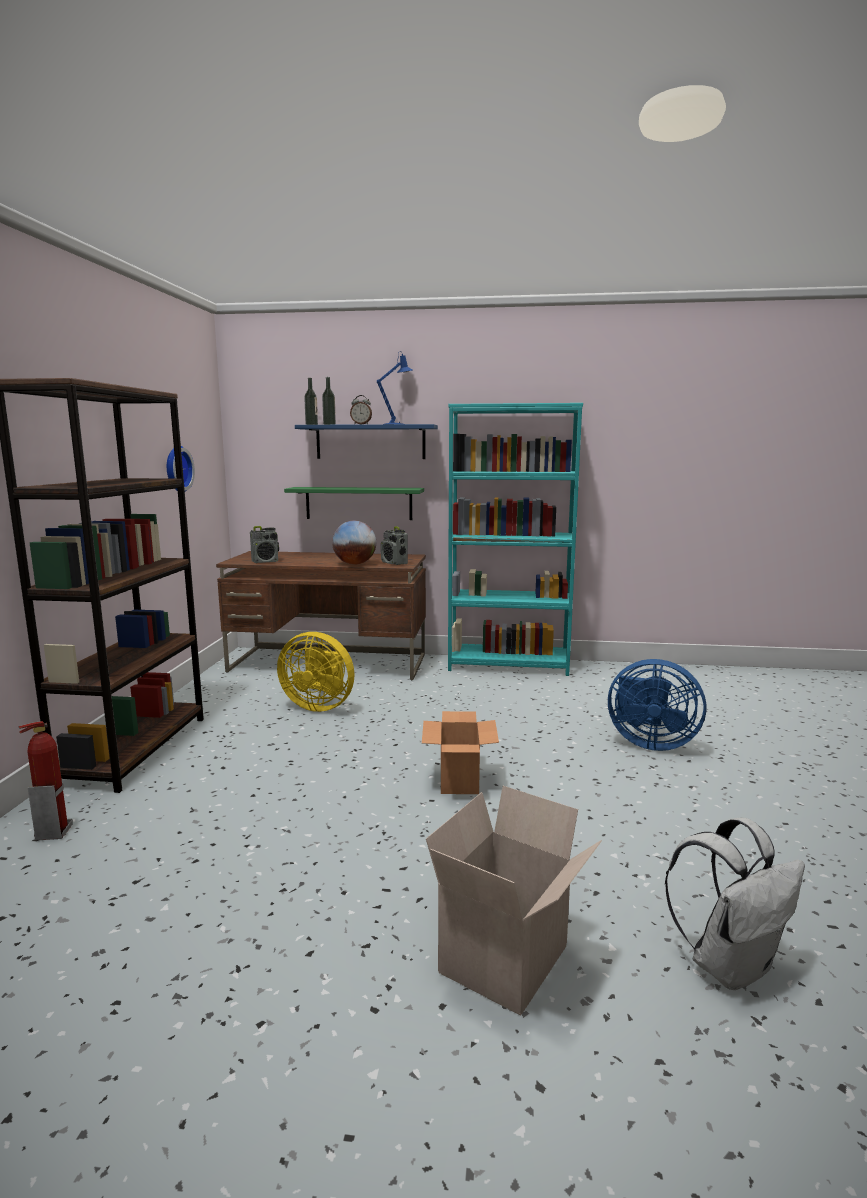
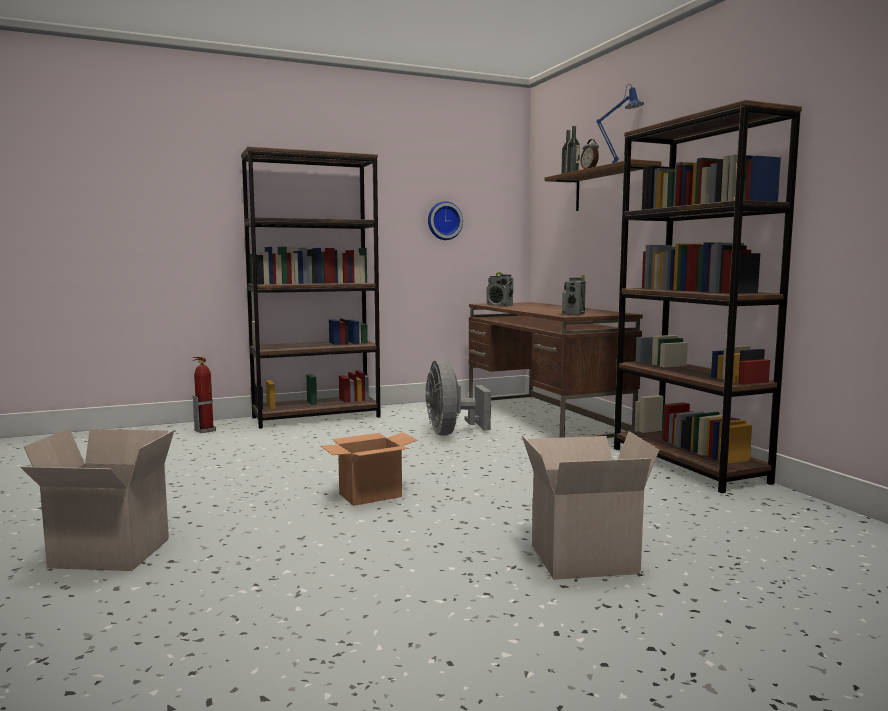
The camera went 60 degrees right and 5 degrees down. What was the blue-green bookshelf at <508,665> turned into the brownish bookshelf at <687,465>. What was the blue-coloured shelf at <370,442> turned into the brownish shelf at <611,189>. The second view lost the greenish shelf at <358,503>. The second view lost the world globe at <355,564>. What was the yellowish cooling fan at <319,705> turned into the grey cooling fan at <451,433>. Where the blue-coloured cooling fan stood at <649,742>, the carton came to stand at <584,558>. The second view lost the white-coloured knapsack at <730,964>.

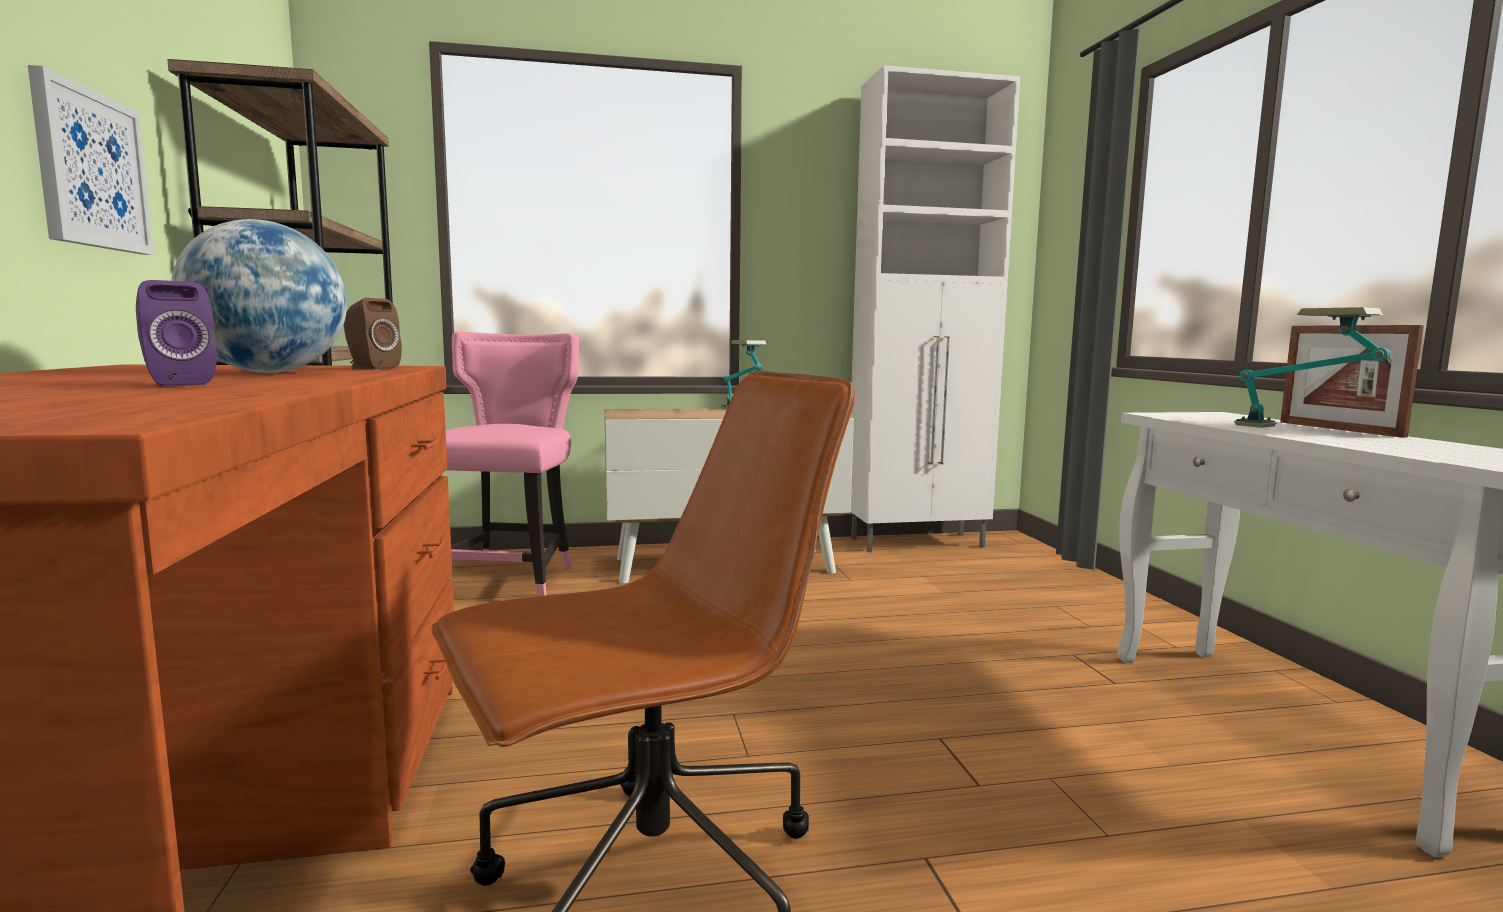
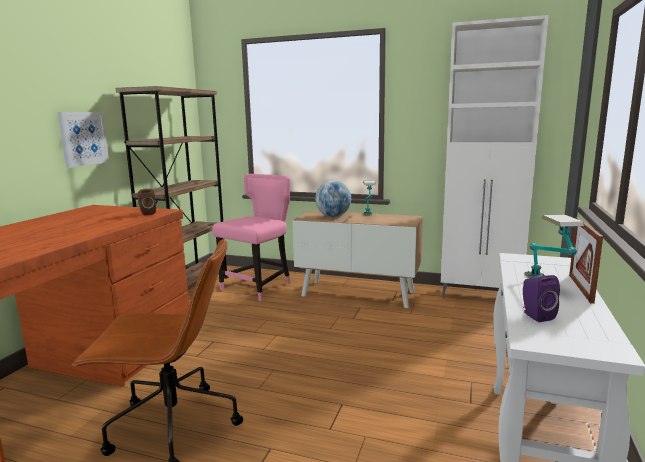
The camera went 30 degrees right and 5 degrees up. The world globe ended up elsewhere, having gone from <269,372> to <333,216>. The purple-coloured loudspeaker ended up elsewhere, having gone from <177,384> to <535,315>.

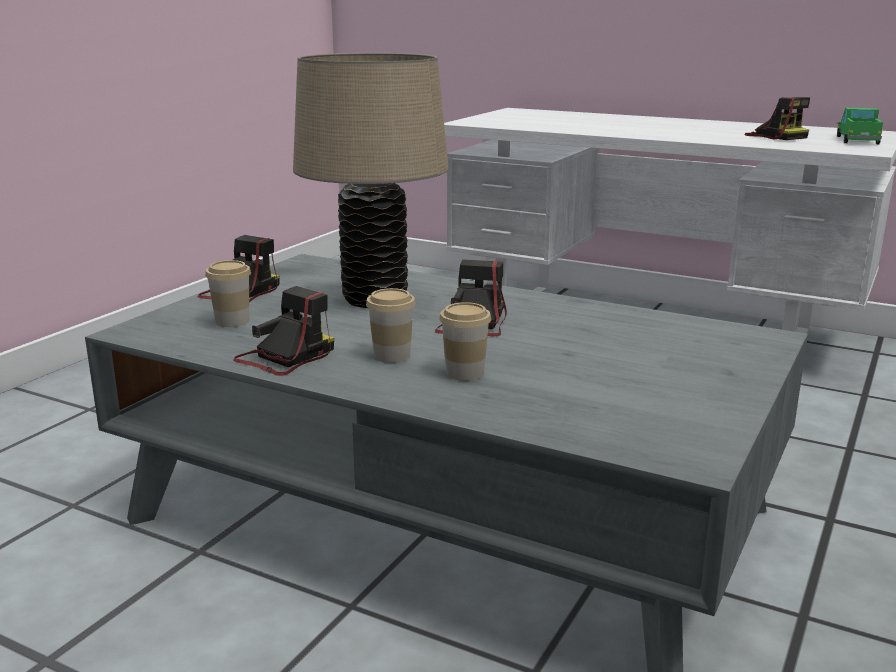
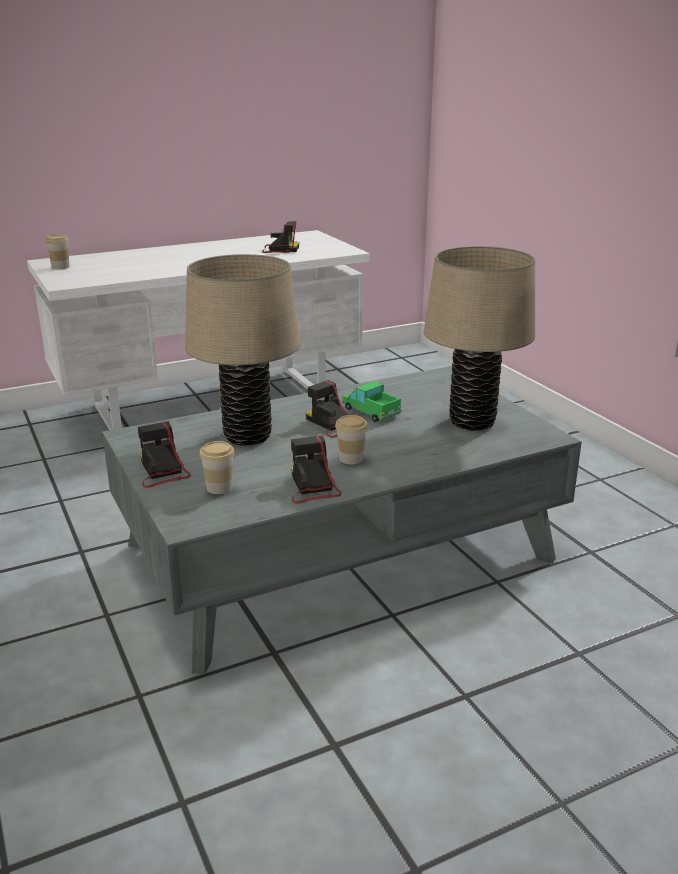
The camera went 55 degrees left and 5 degrees up. The model truck ended up elsewhere, having gone from <857,140> to <371,411>. The small cup ended up elsewhere, having gone from <464,373> to <60,267>. The second view gained the beige-coloured lamp for a table at <472,422>.

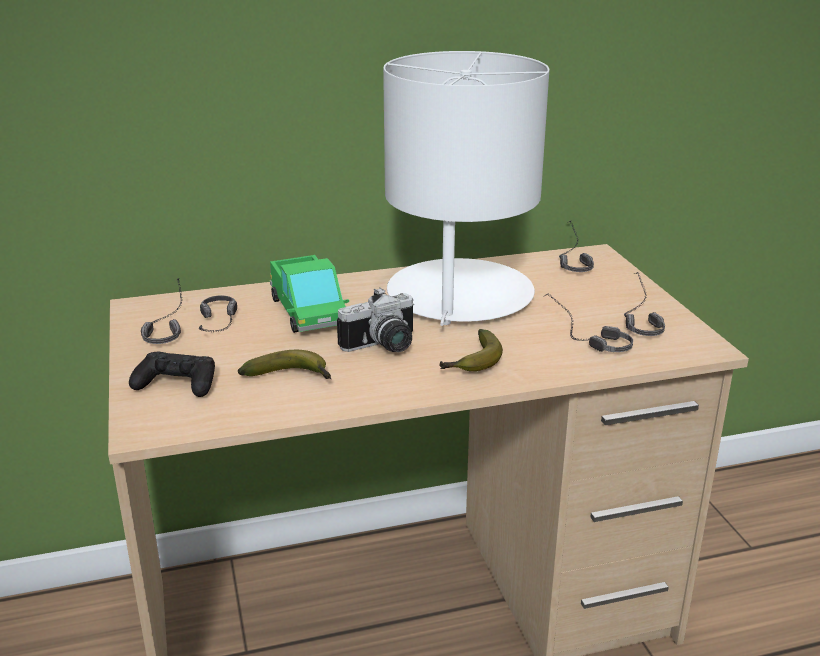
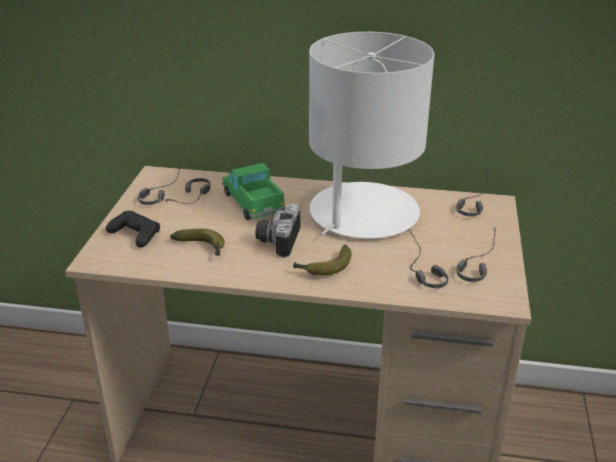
The camera went 25 degrees right and 5 degrees up. The model truck at <309,311> ended up facing another way, 150 degrees clockwise from before. The photo camera at <383,347> ended up facing another way, 105 degrees clockwise from before.

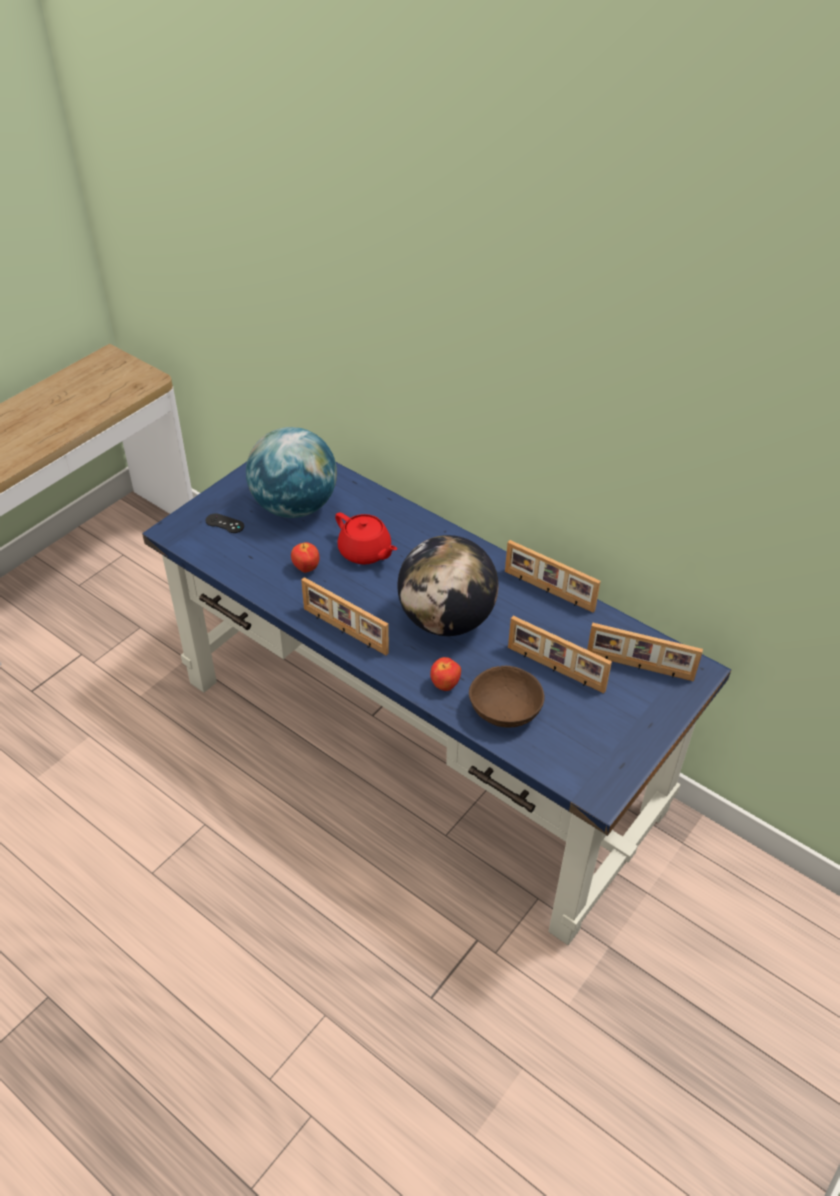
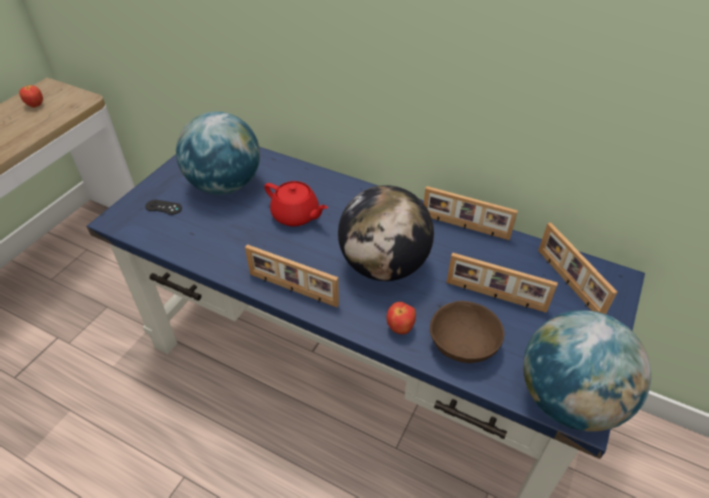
The camera went 10 degrees left and 0 degrees up. The apple ended up elsewhere, having gone from <305,568> to <35,105>. The photo frame at <639,667> ended up facing another way, 60 degrees clockwise from before. The second view gained the world globe at <568,400>.

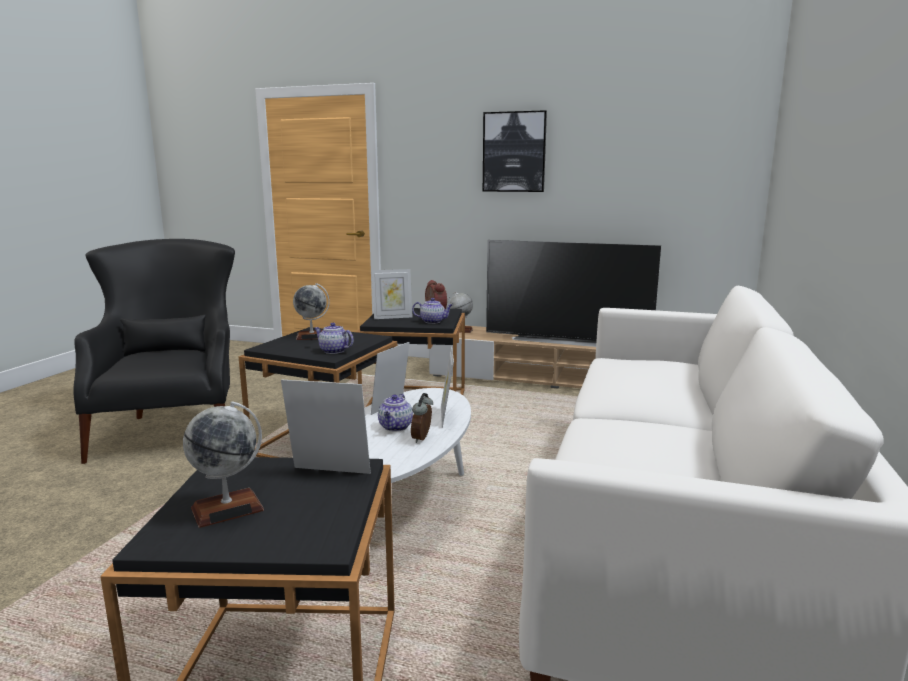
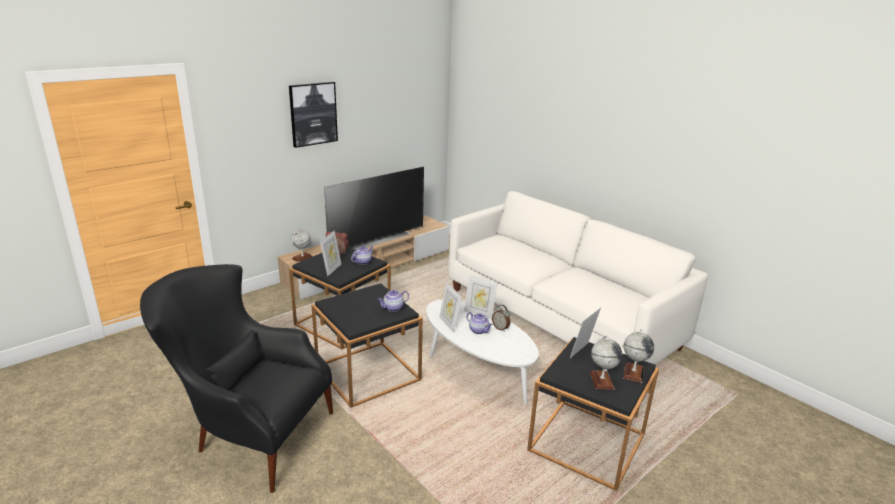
The camera went 60 degrees left and 10 degrees up. The world globe ended up elsewhere, having gone from <312,336> to <633,373>.

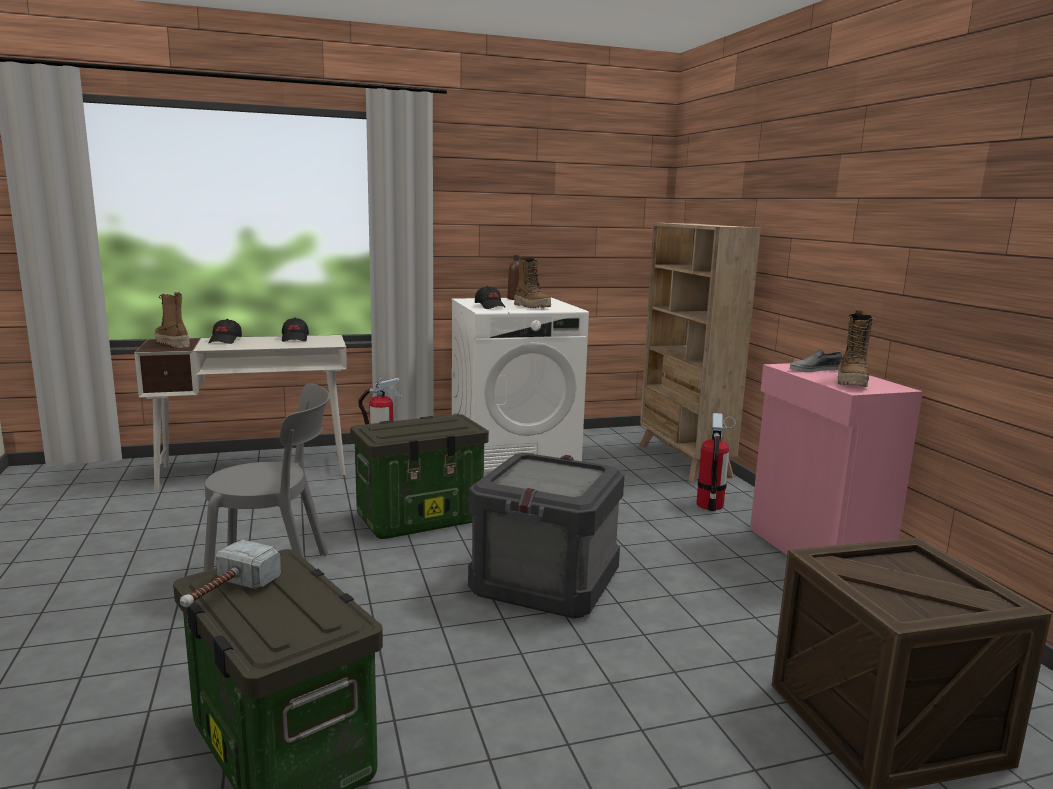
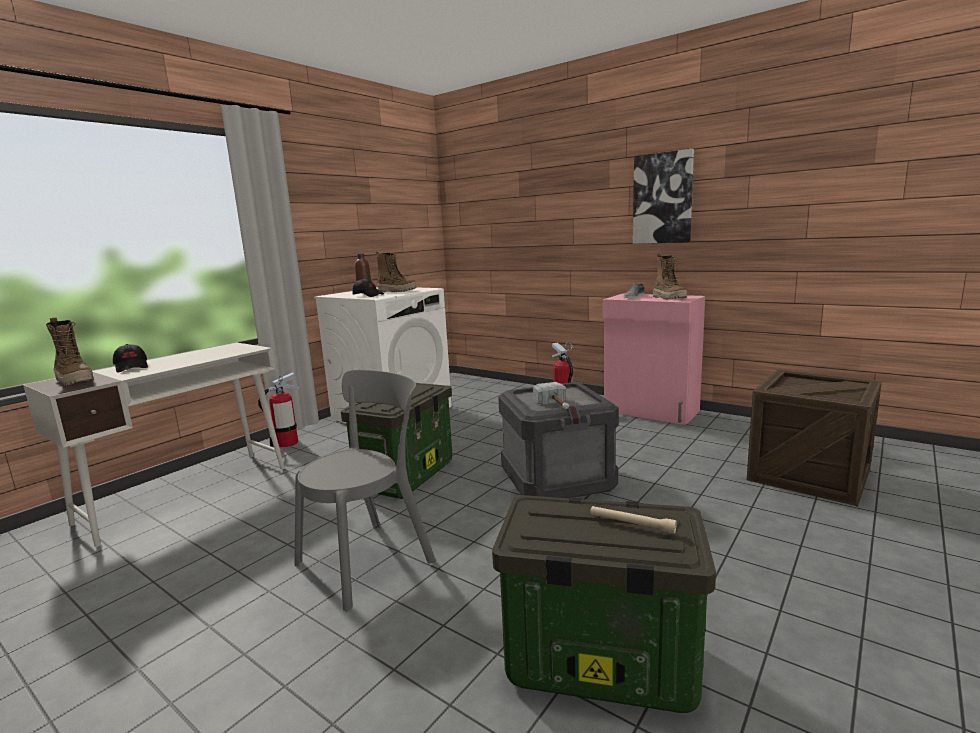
The camera went 35 degrees left and 0 degrees up. The second view lost the beige-coloured bookshelf at <683,461>. The high-top boot at <172,344> ended up facing another way, 150 degrees counterclockwise from before. The second view lost the black peaked cap at <295,339>. The hammer ended up elsewhere, having gone from <226,593> to <555,406>. The second view gained the wall picture at <662,198>. The second view gained the beige-coloured flashlight at <631,524>.

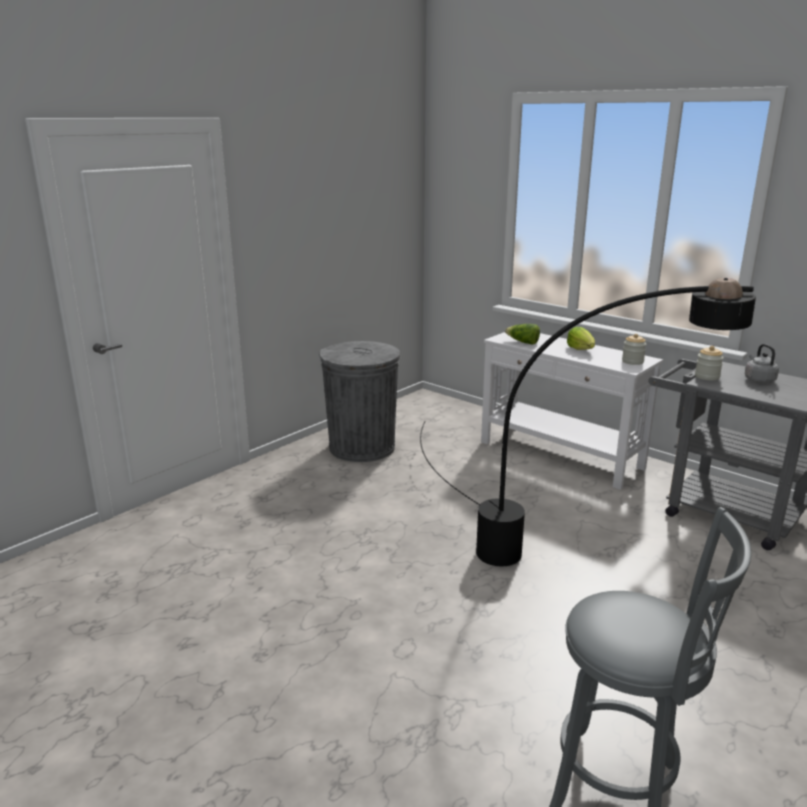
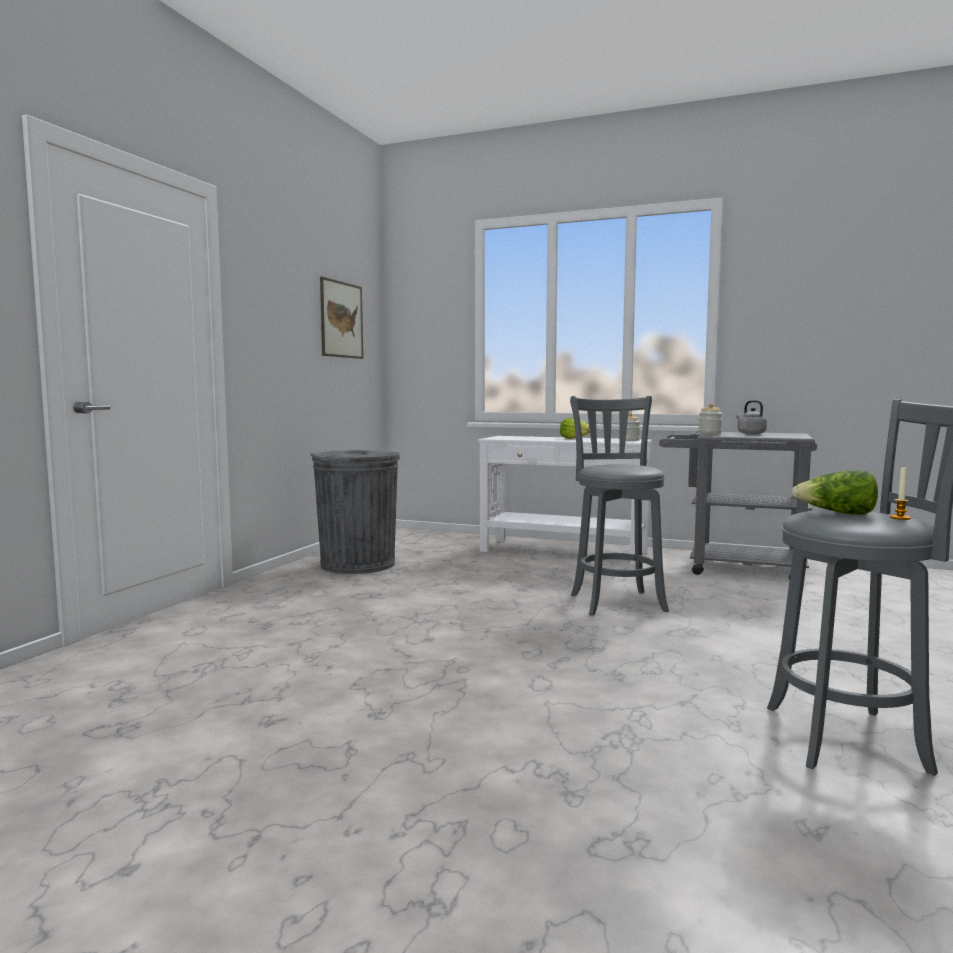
The camera went 20 degrees left and 15 degrees down. Where the black floor lamp stood at <554,545>, the grey stool came to stand at <616,601>. The lettuce ended up elsewhere, having gone from <523,342> to <837,513>. The second view gained the wall picture at <341,319>. The second view gained the wax light at <900,518>.

